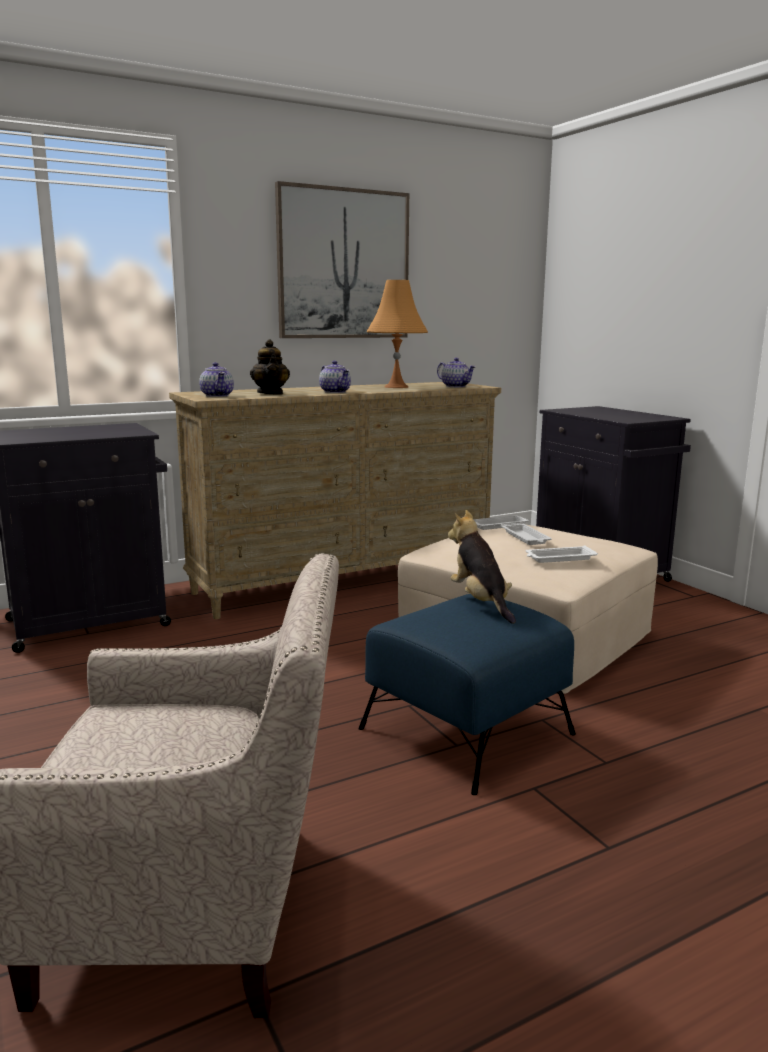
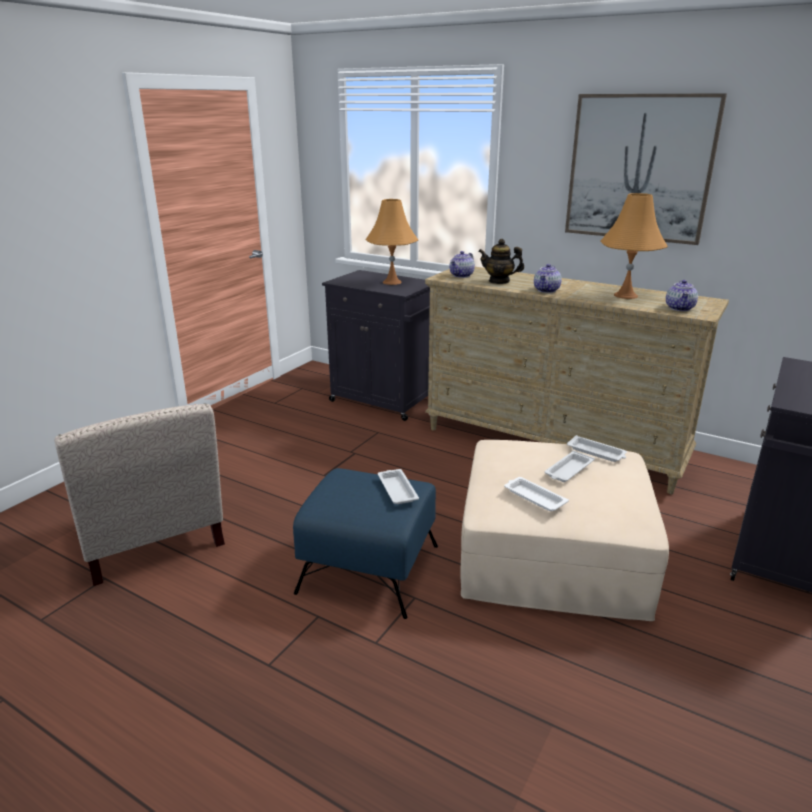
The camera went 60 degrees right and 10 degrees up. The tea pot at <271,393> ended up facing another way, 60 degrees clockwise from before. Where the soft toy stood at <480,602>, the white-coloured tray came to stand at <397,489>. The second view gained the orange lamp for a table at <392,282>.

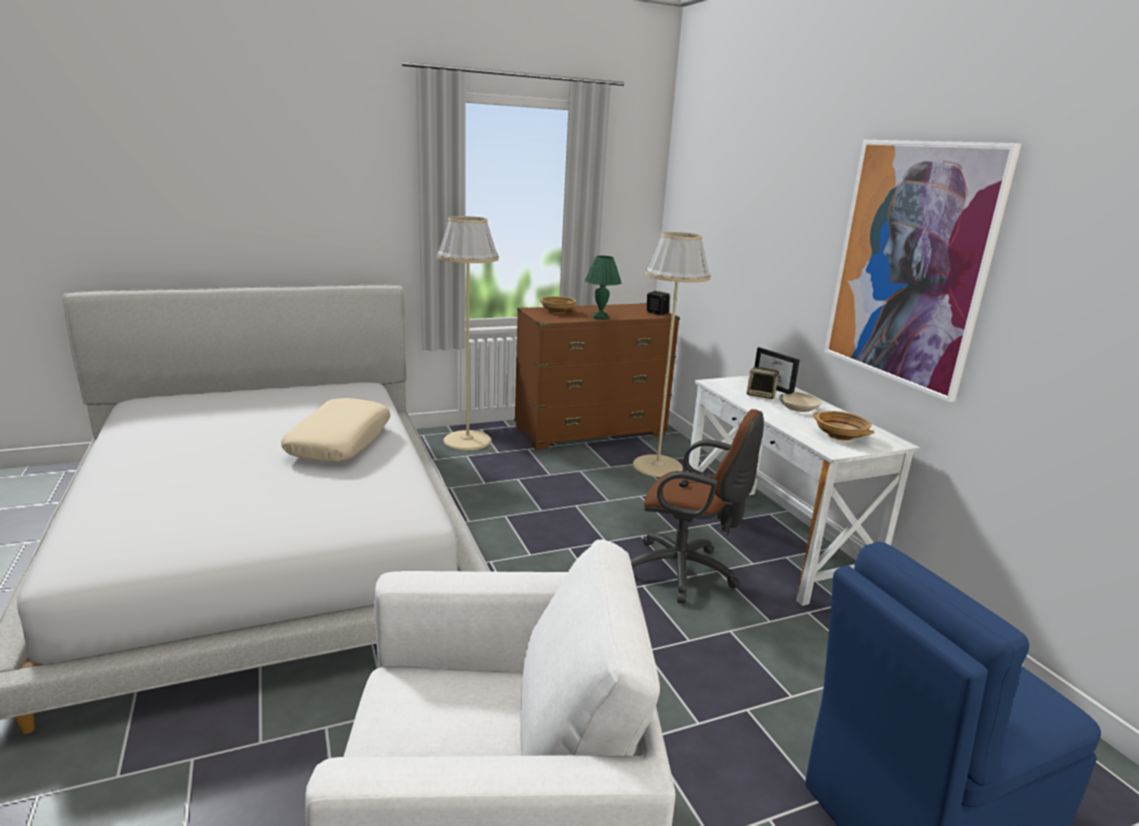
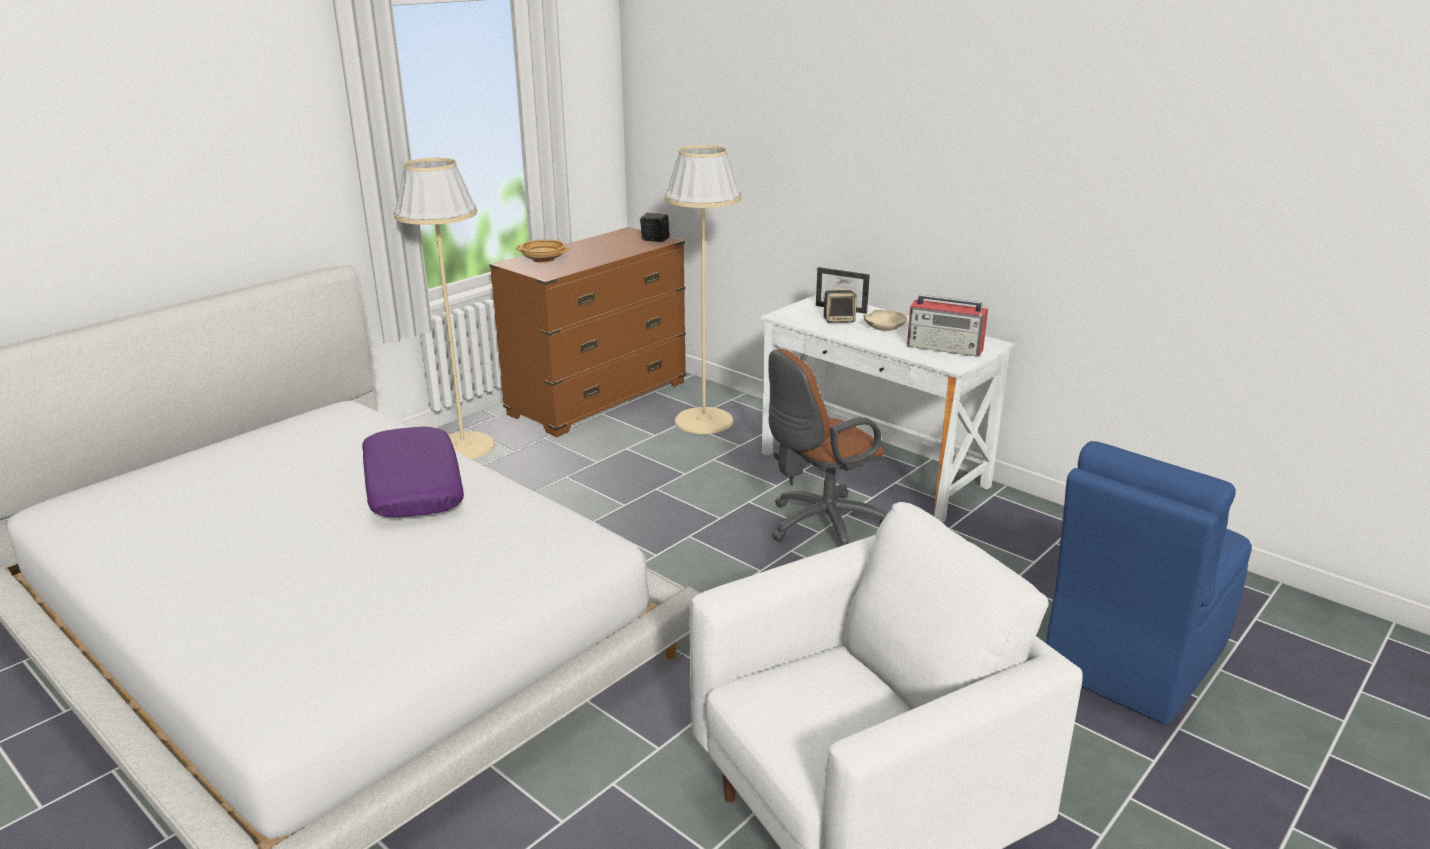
The camera went 25 degrees left and 5 degrees up. The second view lost the wall picture at <910,264>. The second view lost the greenish lamp for a table at <600,317>. What was the beige-coloured throw pillow at <339,442> turned into the purple-coloured throw pillow at <412,487>. The brownish office chair at <685,573> ended up facing another way, 150 degrees clockwise from before. Where the beige-coloured serving bowl stood at <840,436>, the radio set came to stand at <945,348>.

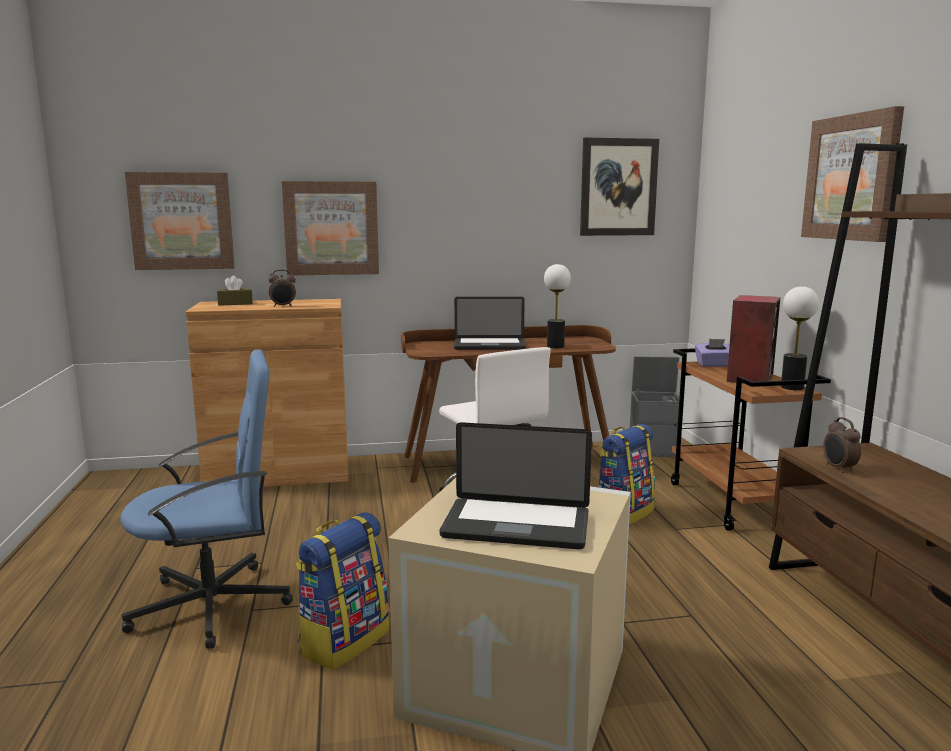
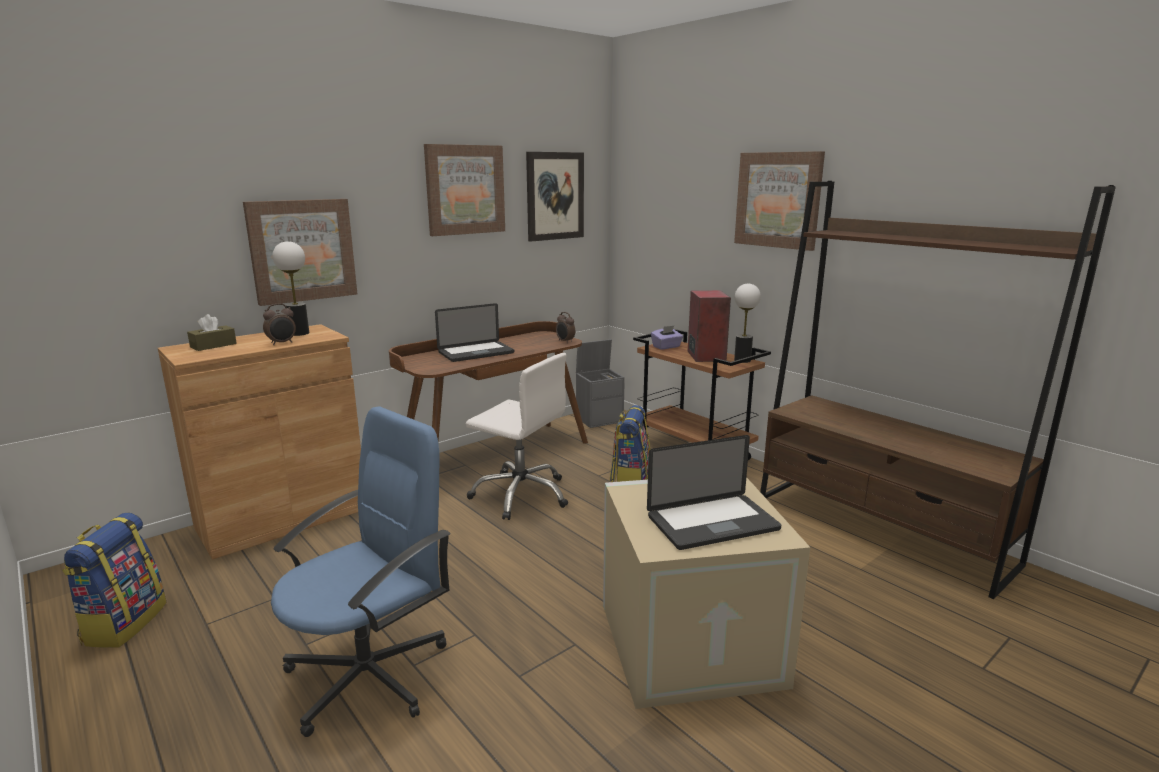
The camera went 30 degrees left and 5 degrees up. The wall picture ended up elsewhere, having gone from <182,221> to <465,190>. The lamp for a table ended up elsewhere, having gone from <555,346> to <299,333>. The bedside clock ended up elsewhere, having gone from <838,468> to <565,341>. The knapsack ended up elsewhere, having gone from <344,641> to <124,623>.

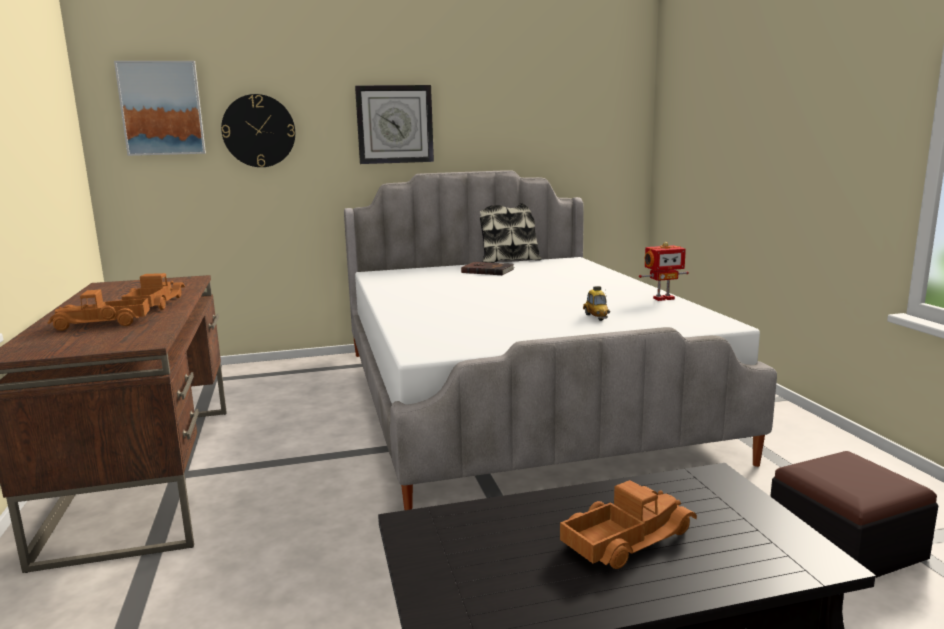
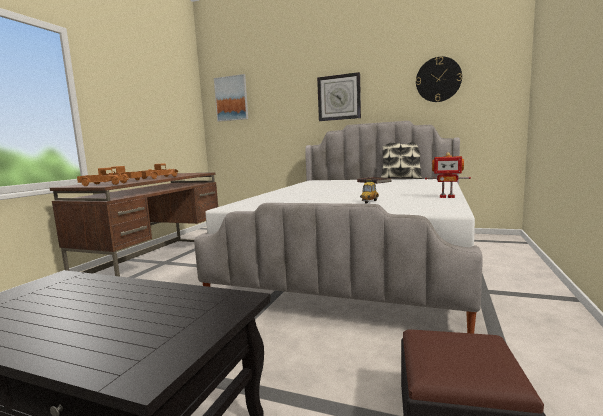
The camera went 35 degrees right and 5 degrees down. The wall clock ended up elsewhere, having gone from <258,131> to <438,79>. The model truck ended up elsewhere, having gone from <625,538> to <104,184>.

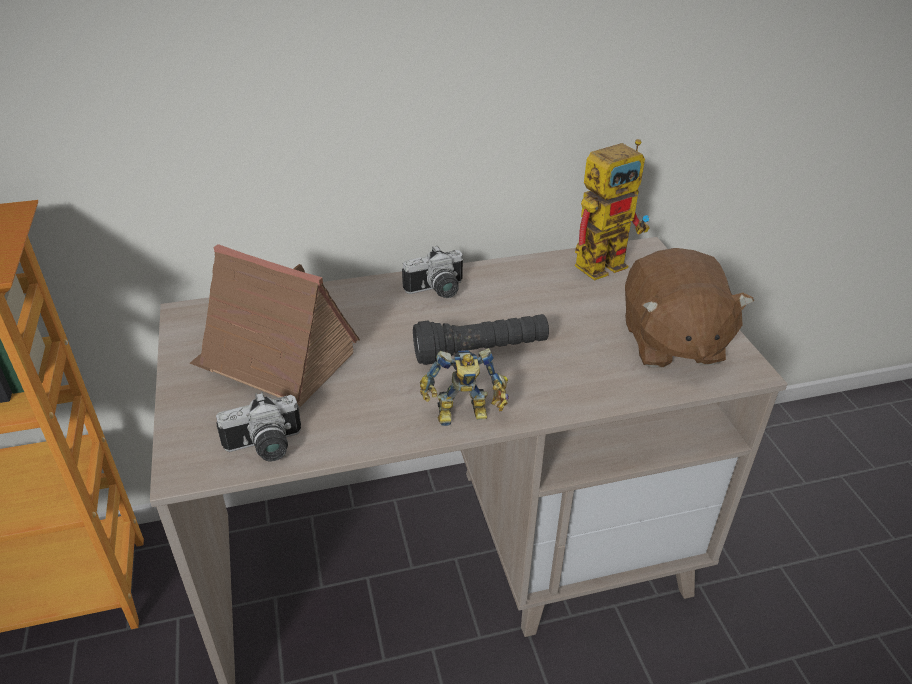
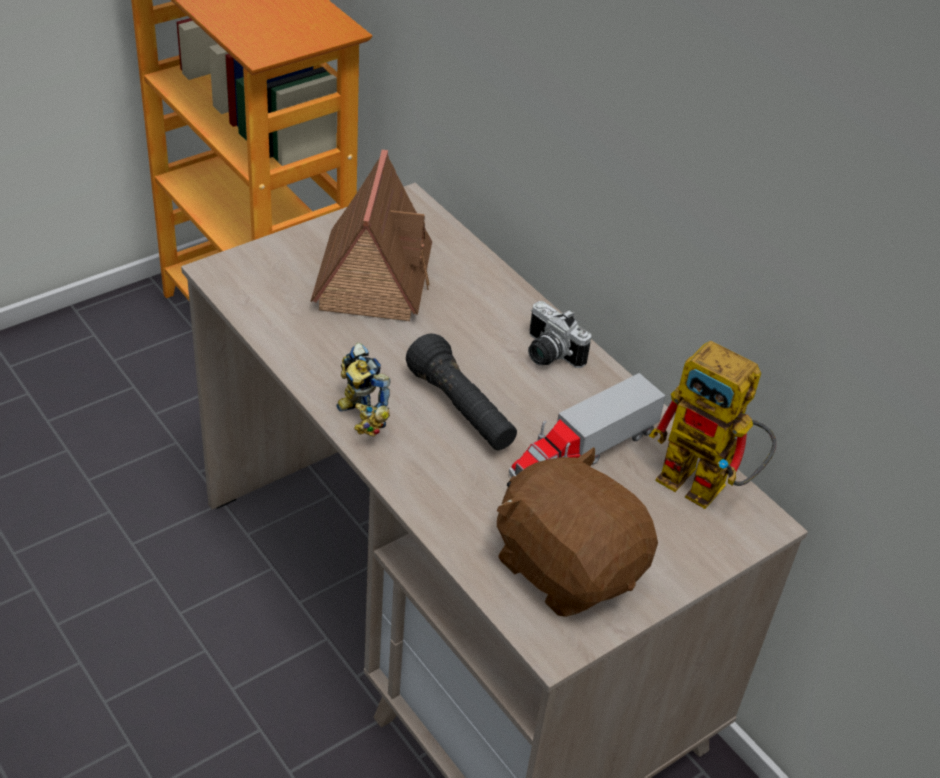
The camera went 65 degrees right and 5 degrees up. The brownish soft toy at <670,342> ended up facing another way, 75 degrees clockwise from before. The second view lost the photo camera at <265,448>. The second view gained the model truck at <582,452>.

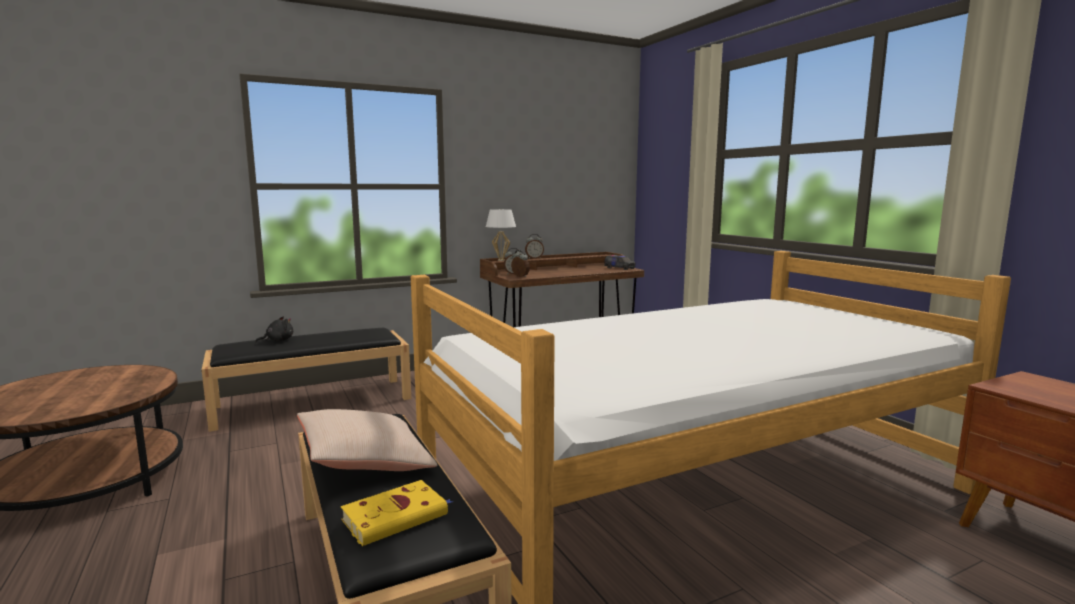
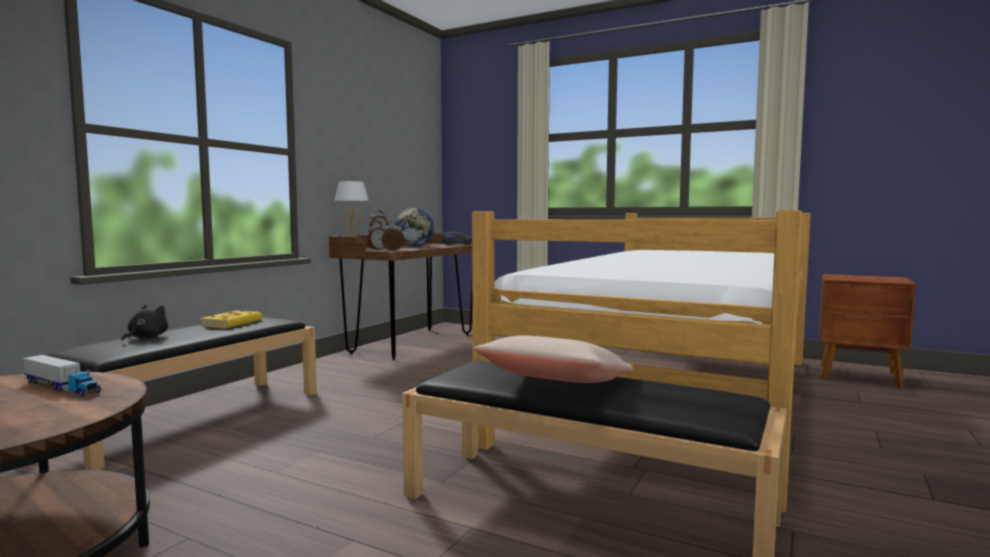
The camera went 35 degrees left and 5 degrees down. The yellowish book ended up elsewhere, having gone from <397,517> to <233,323>. The second view gained the world globe at <414,246>. The second view gained the model truck at <62,387>.

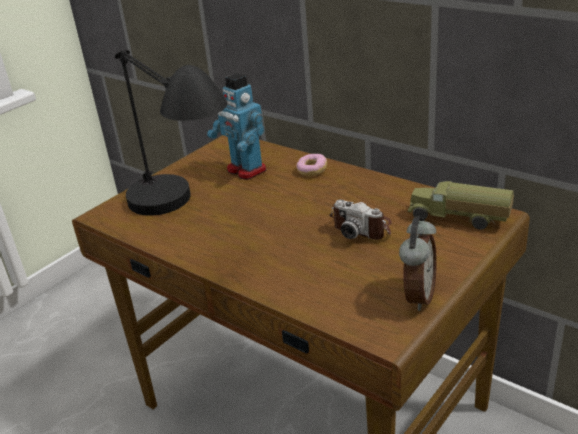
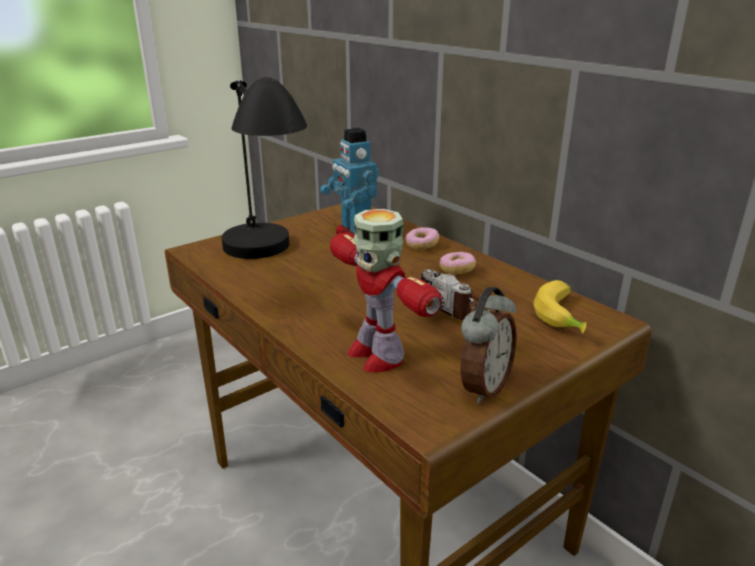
The camera went 10 degrees right and 5 degrees down. Where the model truck stood at <458,219>, the whole banana came to stand at <564,317>. The second view gained the model robot at <376,354>. The second view gained the ring doughnut at <457,270>.

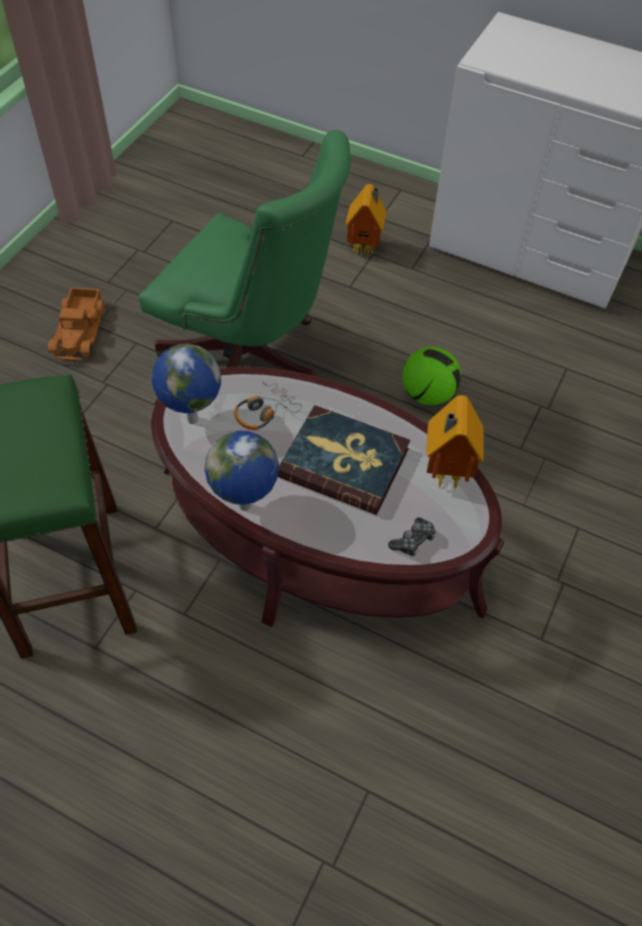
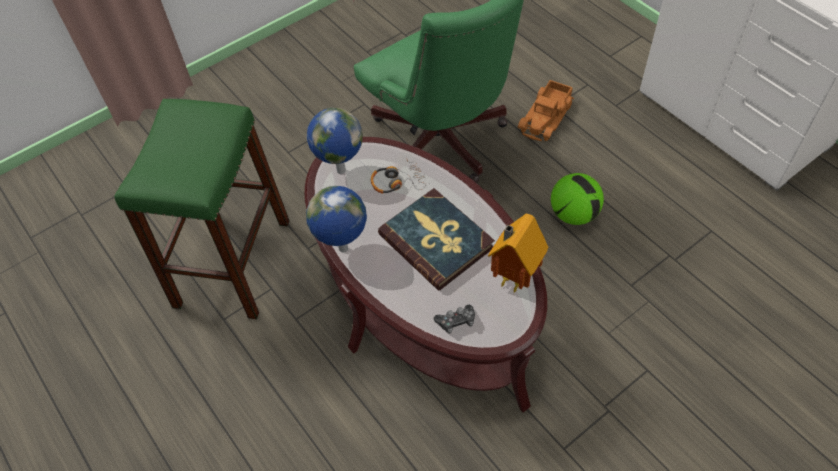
The camera went 30 degrees right and 0 degrees up. The second view lost the model house at <365,247>. The model truck ended up elsewhere, having gone from <81,331> to <547,117>.

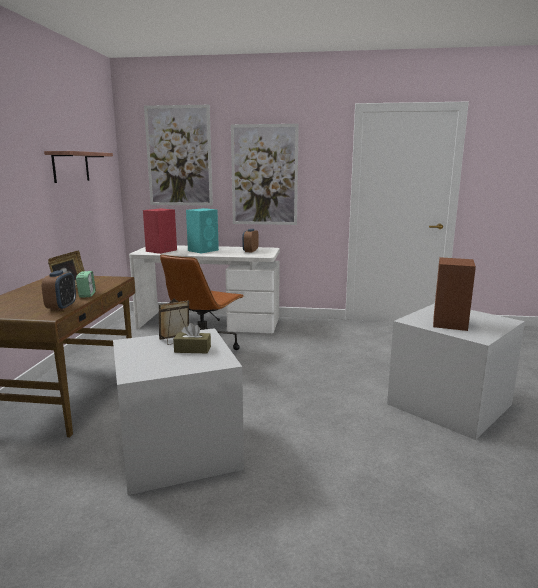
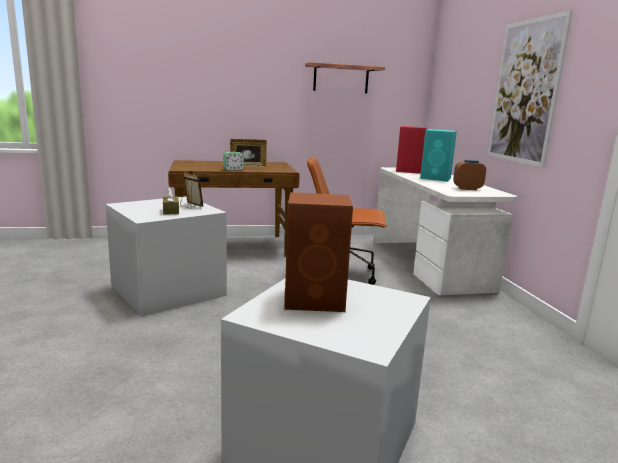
The camera went 70 degrees right and 0 degrees up. The second view lost the wall picture at <179,156>. The second view lost the bedside clock at <61,307>.

